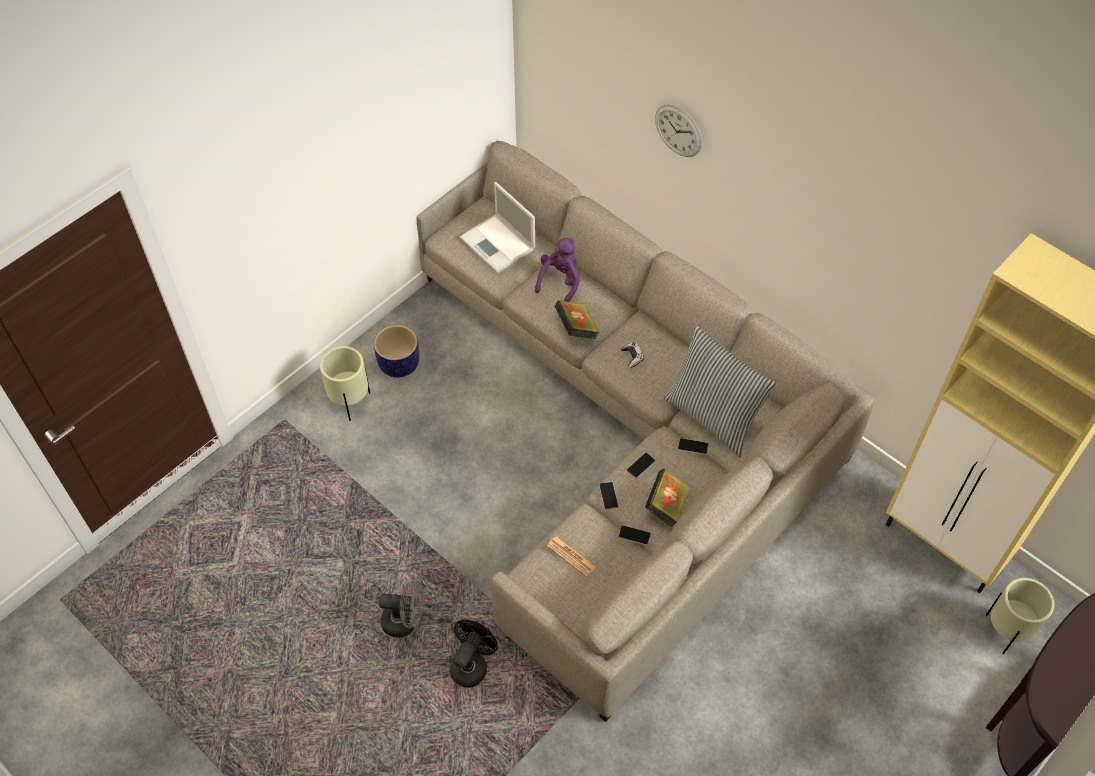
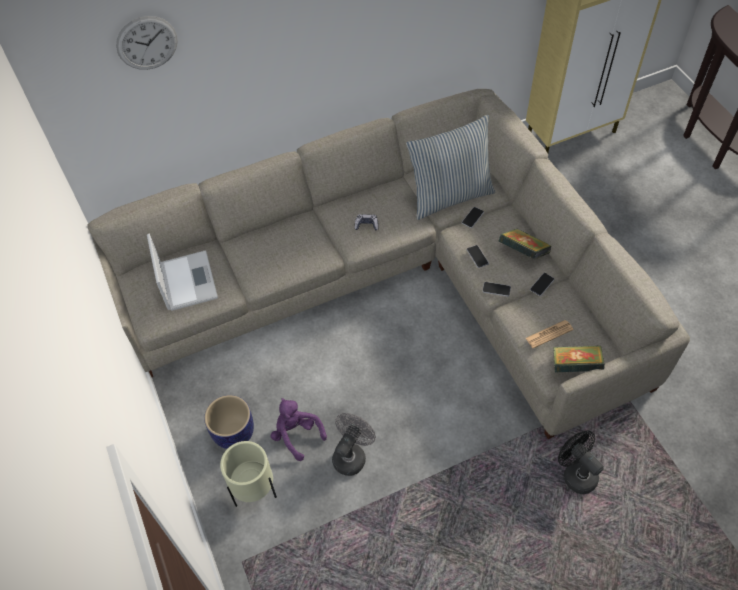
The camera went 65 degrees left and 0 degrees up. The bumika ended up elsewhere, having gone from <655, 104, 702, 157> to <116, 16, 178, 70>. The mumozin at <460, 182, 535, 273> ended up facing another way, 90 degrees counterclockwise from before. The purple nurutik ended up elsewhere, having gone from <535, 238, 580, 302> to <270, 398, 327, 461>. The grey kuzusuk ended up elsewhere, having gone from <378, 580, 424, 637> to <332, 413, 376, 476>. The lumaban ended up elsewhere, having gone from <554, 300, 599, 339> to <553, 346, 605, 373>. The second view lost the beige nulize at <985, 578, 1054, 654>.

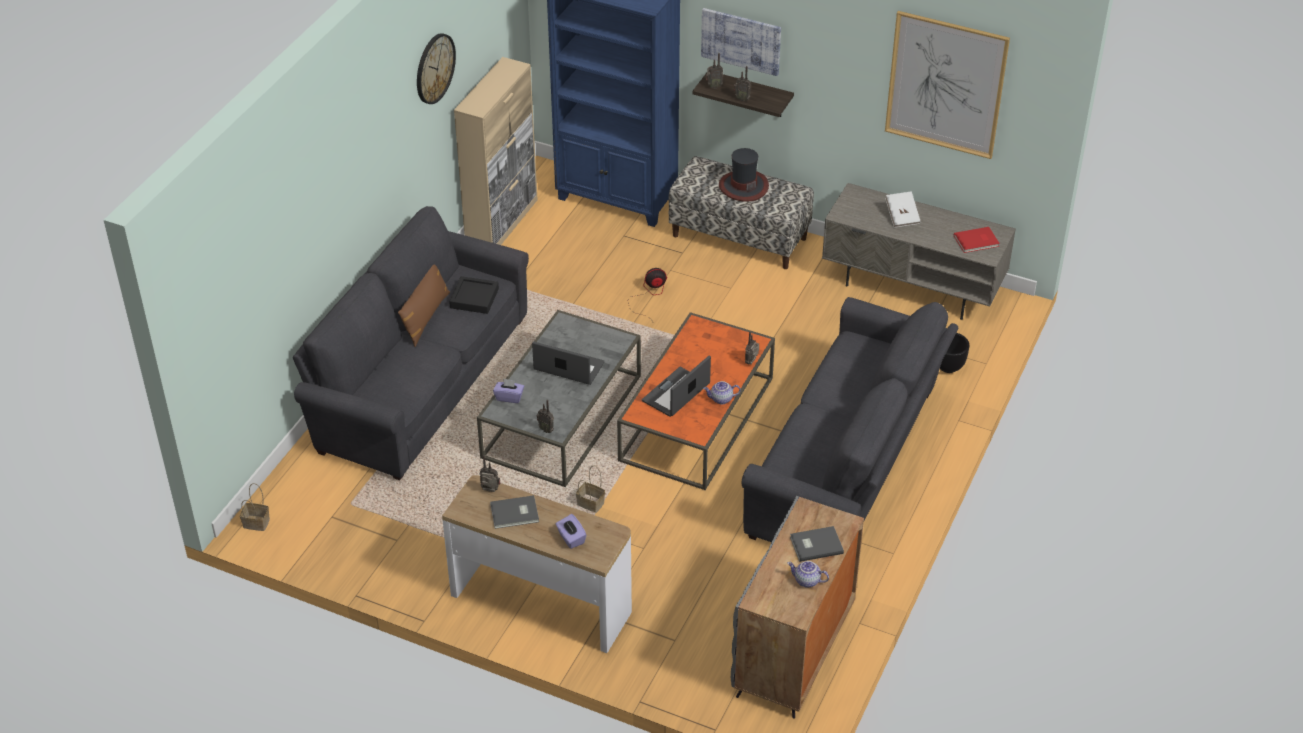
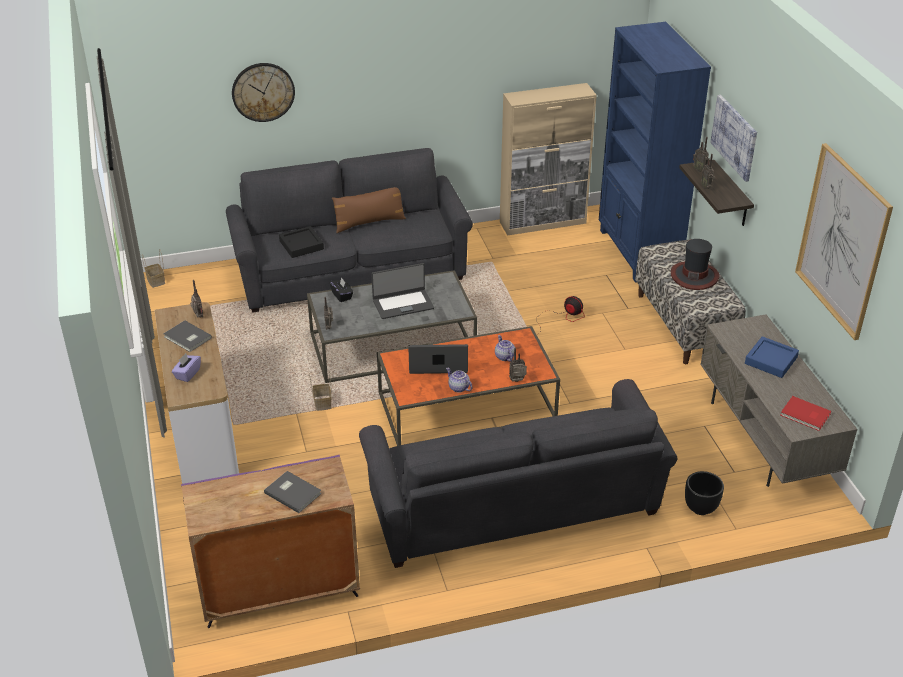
The camera went 50 degrees right and 5 degrees down. What was the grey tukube at <731, 496, 864, 719> turned into the purple tukube at <181, 454, 360, 628>. The bumika ended up elsewhere, having gone from <417, 33, 456, 104> to <232, 63, 295, 122>. The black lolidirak ended up elsewhere, having gone from <449, 276, 499, 314> to <279, 226, 324, 258>. What was the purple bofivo at <493, 378, 524, 403> turned into the black bofivo at <329, 277, 353, 302>. The mumozin at <532, 341, 605, 385> ended up facing another way, 90 degrees clockwise from before. The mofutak ended up elsewhere, having gone from <787, 561, 829, 588> to <495, 335, 515, 362>. Where the white lumaban stood at <885, 192, 921, 228>, the blue lolidirak came to stand at <745, 336, 799, 378>.

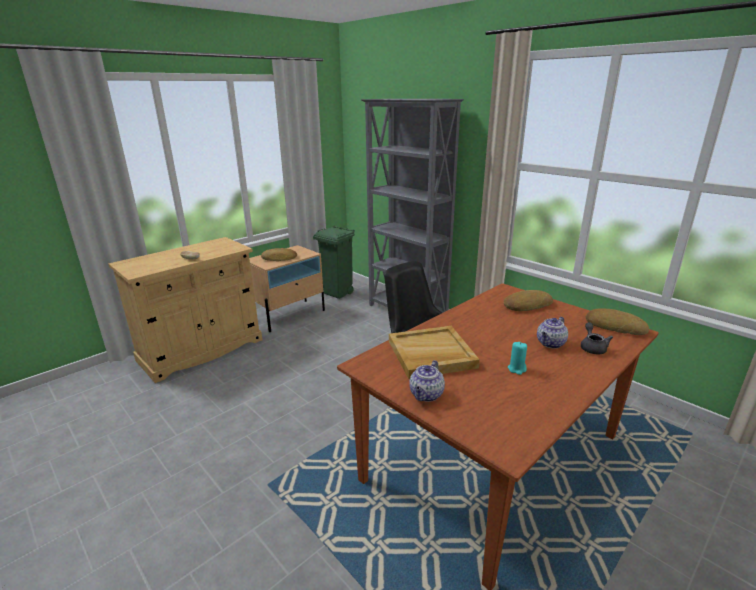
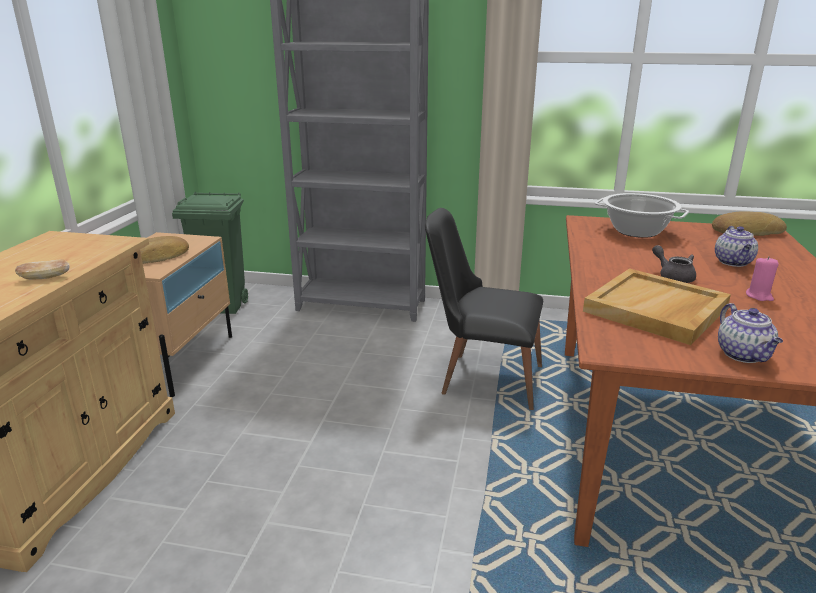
The camera went 35 degrees left and 0 degrees up. Where the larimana stood at <504, 290, 553, 311>, the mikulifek came to stand at <595, 193, 689, 238>. The grey mofutak ended up elsewhere, having gone from <581, 322, 613, 354> to <652, 245, 696, 283>. What was the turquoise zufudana at <508, 342, 527, 375> turned into the pink zufudana at <746, 256, 779, 301>.

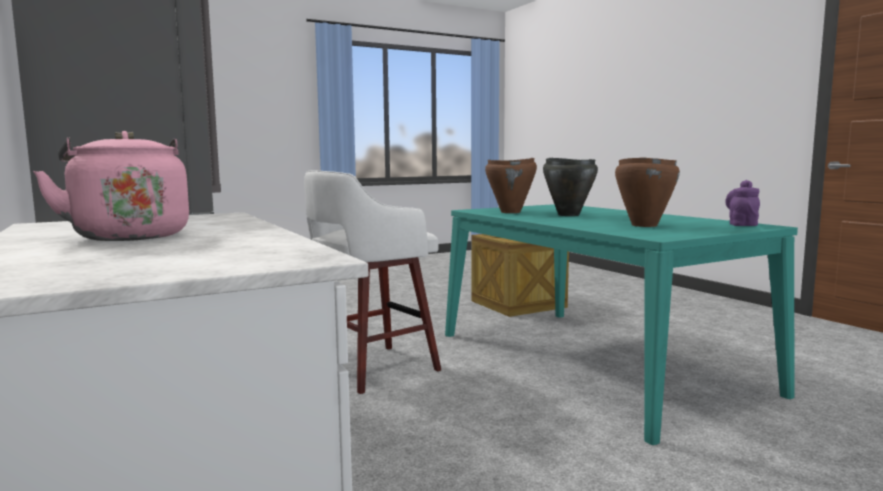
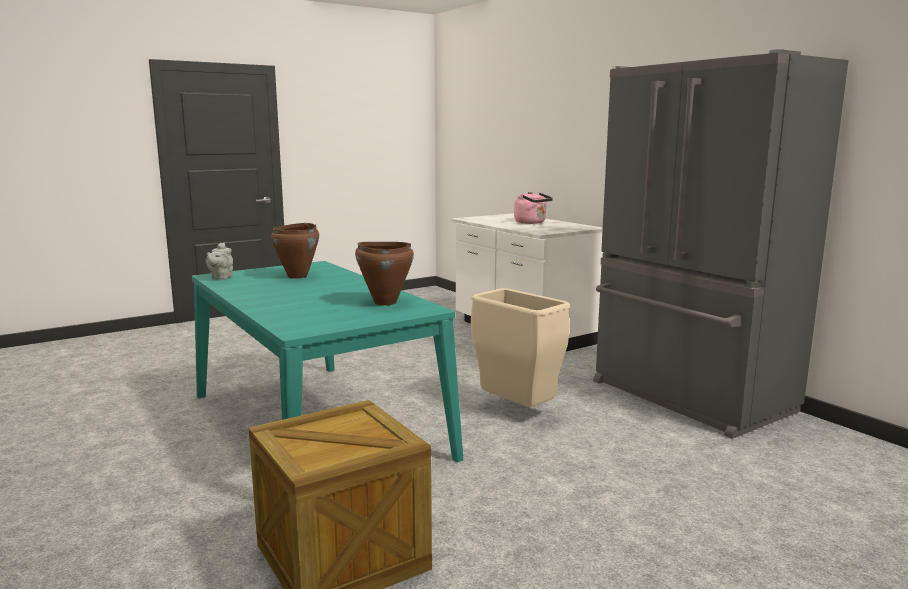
The camera went 175 degrees right and 5 degrees up. What was the purple mofutak at <725, 180, 760, 226> turned into the grey mofutak at <206, 243, 233, 280>. Where the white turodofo stood at <304, 171, 441, 394>, the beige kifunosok came to stand at <471, 288, 570, 407>. The second view lost the black mikulifek at <543, 158, 598, 216>.

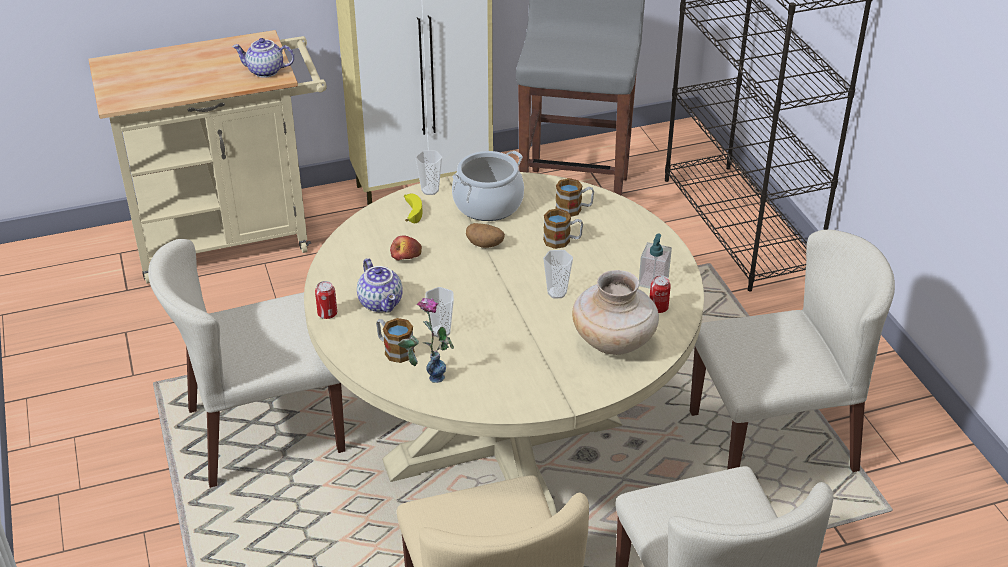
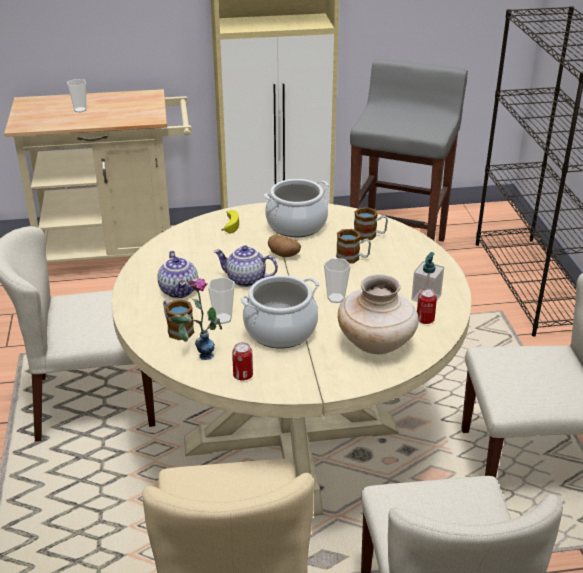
The camera went 10 degrees right and 5 degrees down. The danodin ended up elsewhere, having gone from <415, 150, 442, 195> to <67, 79, 86, 112>. The mofutak ended up elsewhere, having gone from <232, 38, 294, 78> to <214, 246, 278, 287>. The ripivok ended up elsewhere, having gone from <315, 281, 337, 319> to <232, 342, 253, 381>. The second view gained the mikulifek at <241, 275, 319, 349>. The second view lost the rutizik at <390, 235, 422, 261>.

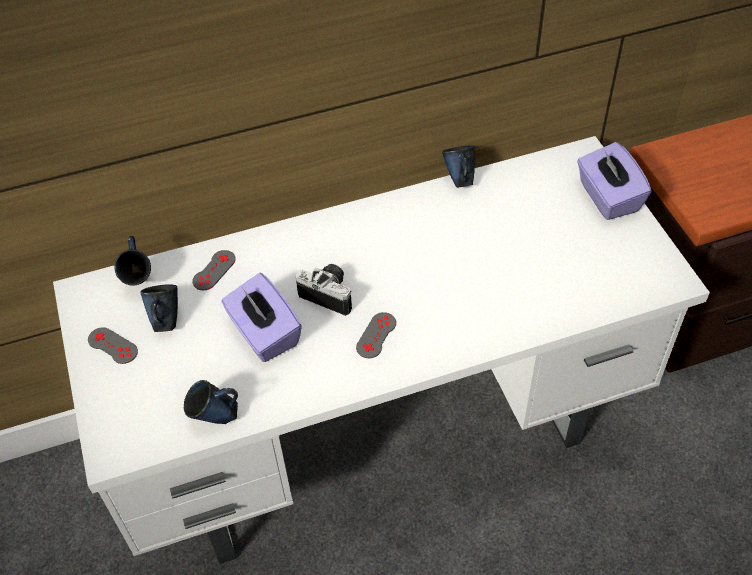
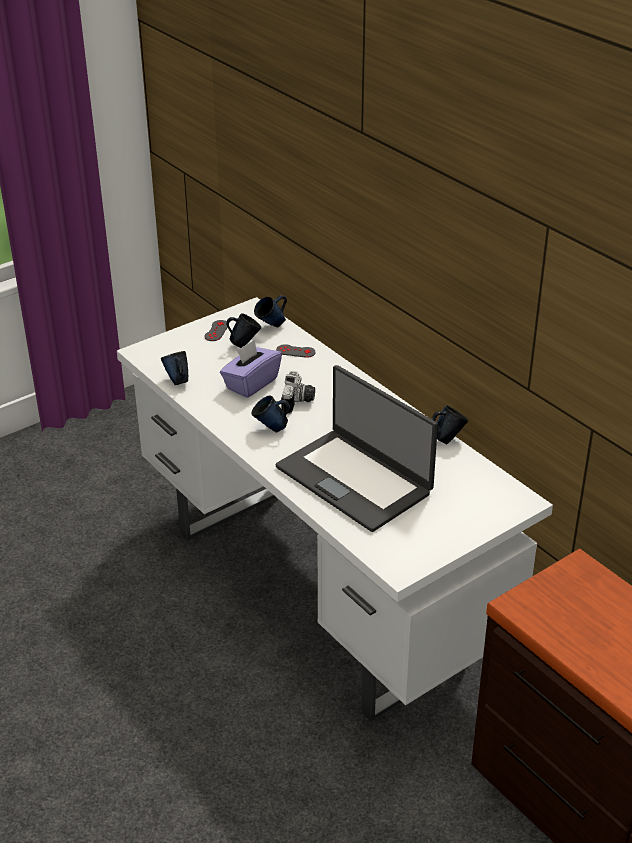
The camera went 70 degrees right and 15 degrees down. Where the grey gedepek stood at <356, 312, 396, 358>, the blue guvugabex came to stand at <252, 395, 290, 433>. The second view gained the mumozin at <276, 365, 438, 532>. The second view lost the purple bofivo at <577, 142, 652, 220>.

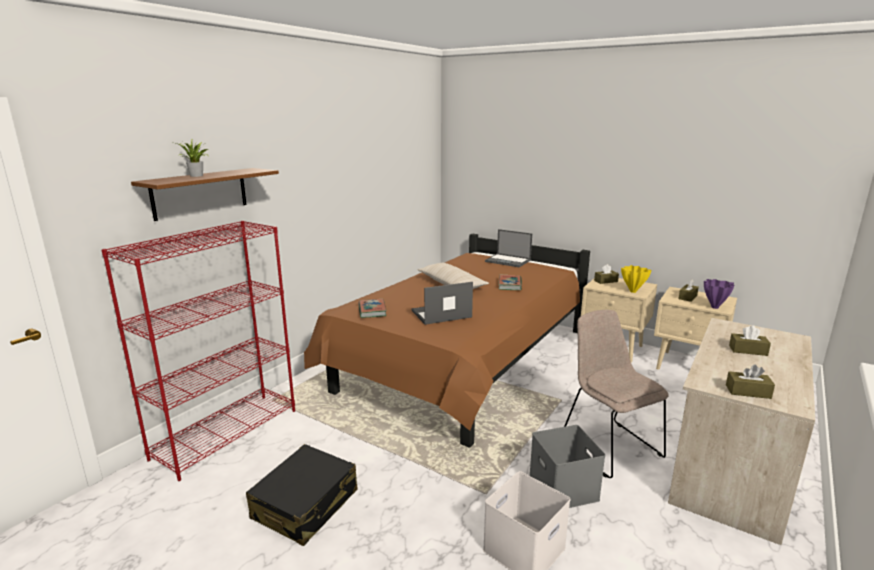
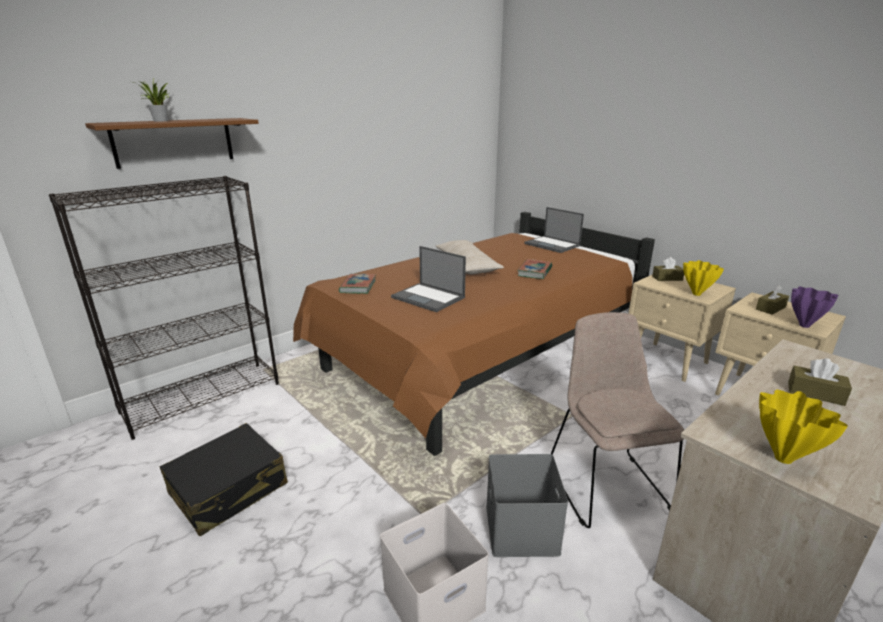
The camera went 15 degrees right and 5 degrees up. What was the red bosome at <102, 221, 295, 481> turned into the black bosome at <49, 176, 279, 440>. The mumozin at <411, 282, 473, 325> ended up facing another way, 135 degrees counterclockwise from before. Where the brown bofivo stood at <726, 364, 775, 399>, the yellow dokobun came to stand at <759, 390, 848, 464>.

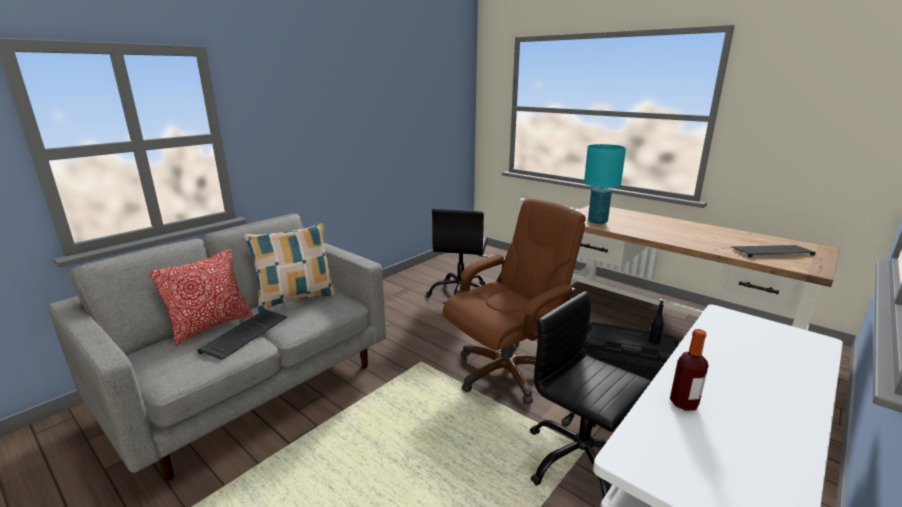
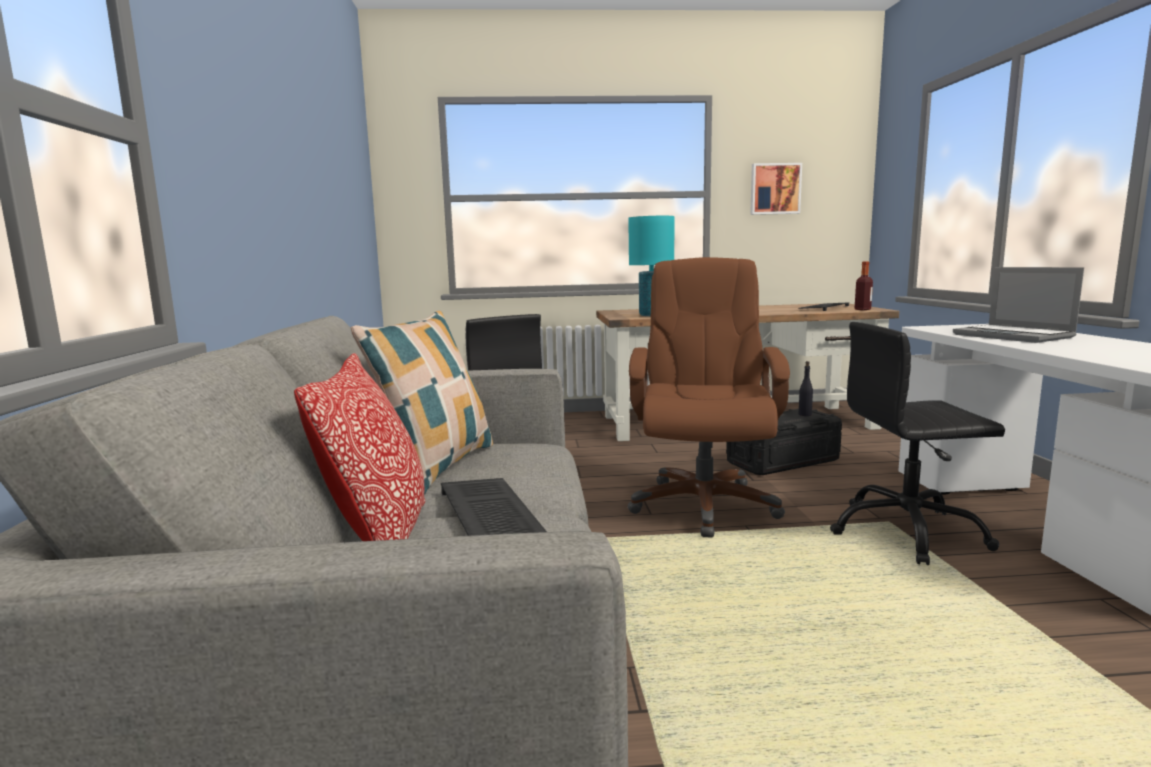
The camera went 45 degrees left and 10 degrees down. The second view gained the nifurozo at <750, 163, 802, 215>. The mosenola ended up elsewhere, having gone from <670, 329, 709, 411> to <855, 261, 873, 310>. The second view gained the mumozin at <953, 267, 1084, 343>.

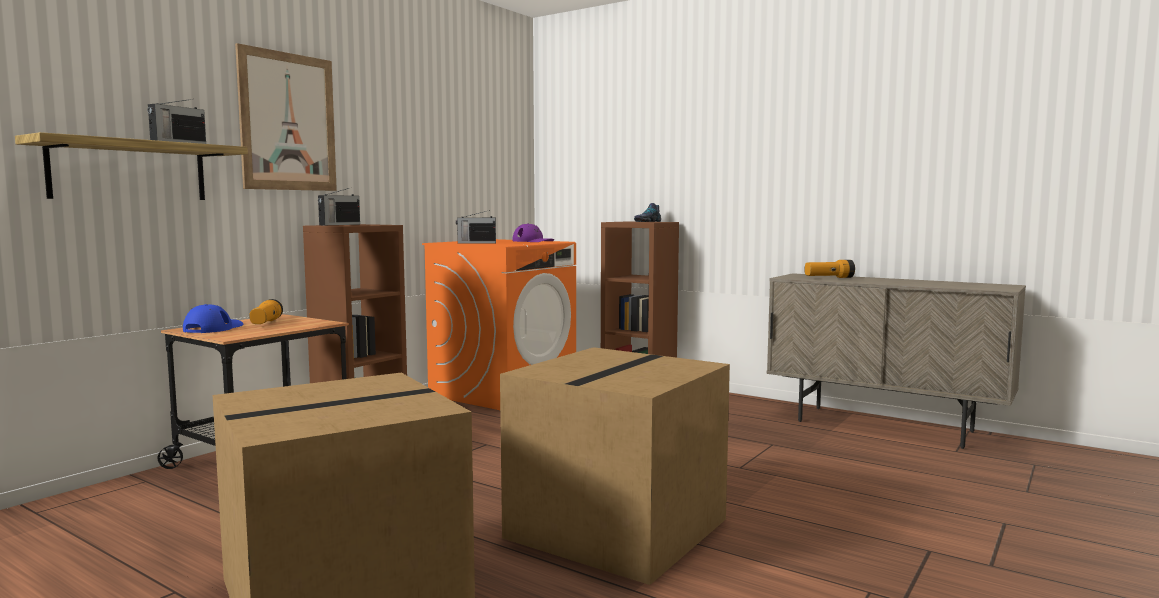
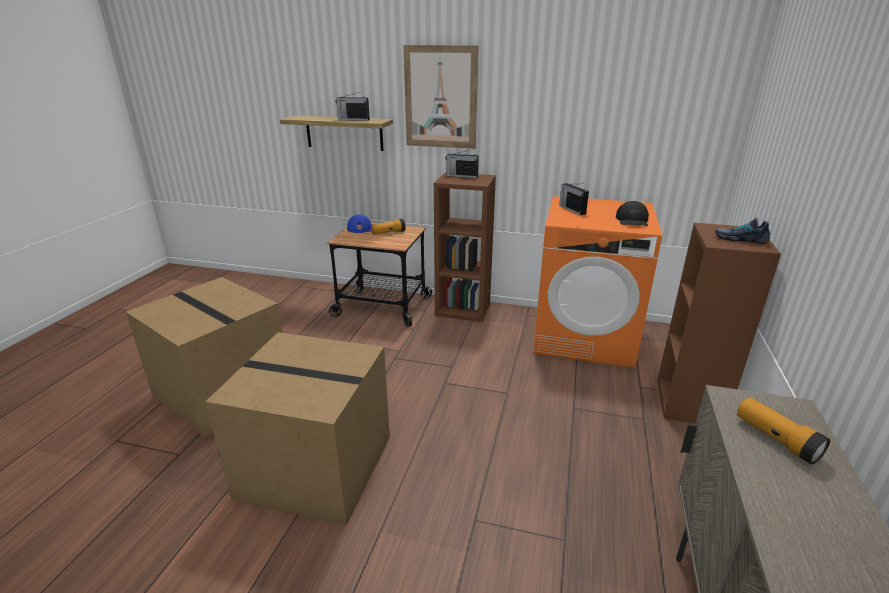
The camera went 70 degrees right and 20 degrees up. What was the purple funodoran at <513, 223, 554, 242> turned into the black funodoran at <616, 201, 649, 226>.

